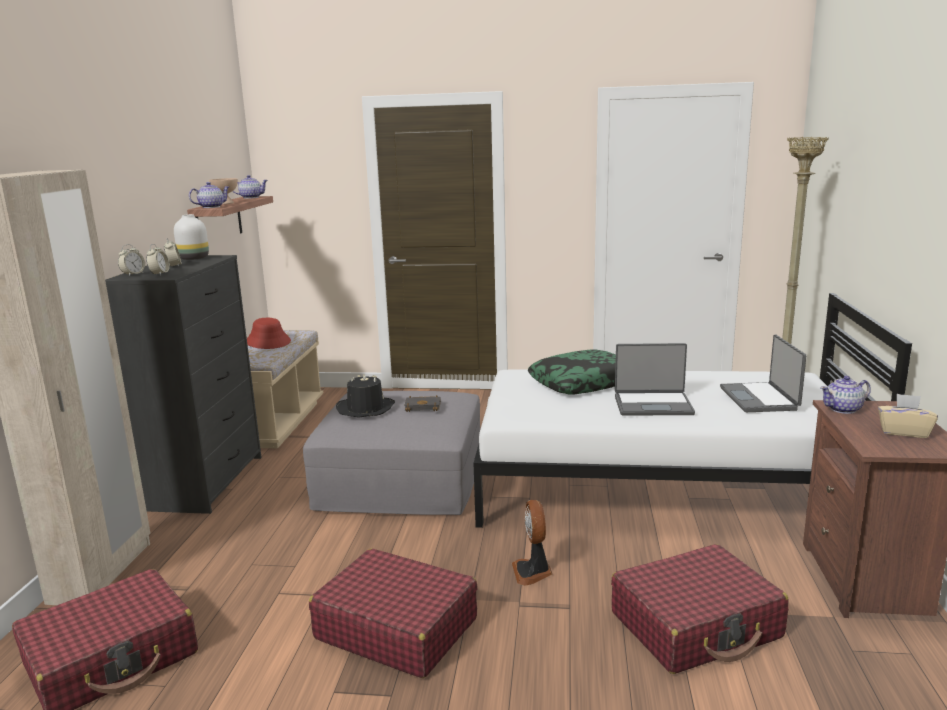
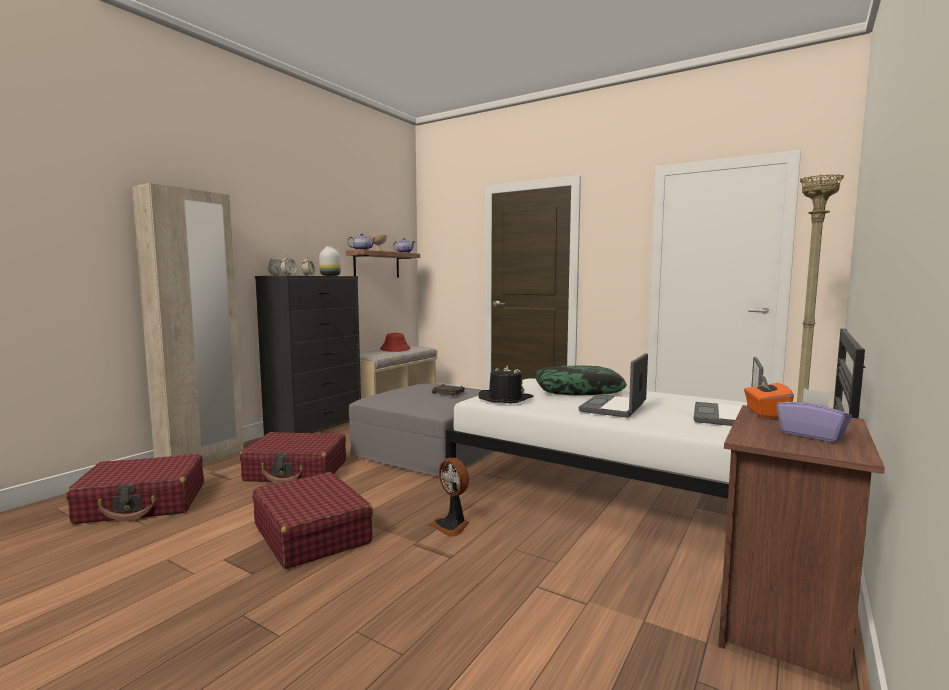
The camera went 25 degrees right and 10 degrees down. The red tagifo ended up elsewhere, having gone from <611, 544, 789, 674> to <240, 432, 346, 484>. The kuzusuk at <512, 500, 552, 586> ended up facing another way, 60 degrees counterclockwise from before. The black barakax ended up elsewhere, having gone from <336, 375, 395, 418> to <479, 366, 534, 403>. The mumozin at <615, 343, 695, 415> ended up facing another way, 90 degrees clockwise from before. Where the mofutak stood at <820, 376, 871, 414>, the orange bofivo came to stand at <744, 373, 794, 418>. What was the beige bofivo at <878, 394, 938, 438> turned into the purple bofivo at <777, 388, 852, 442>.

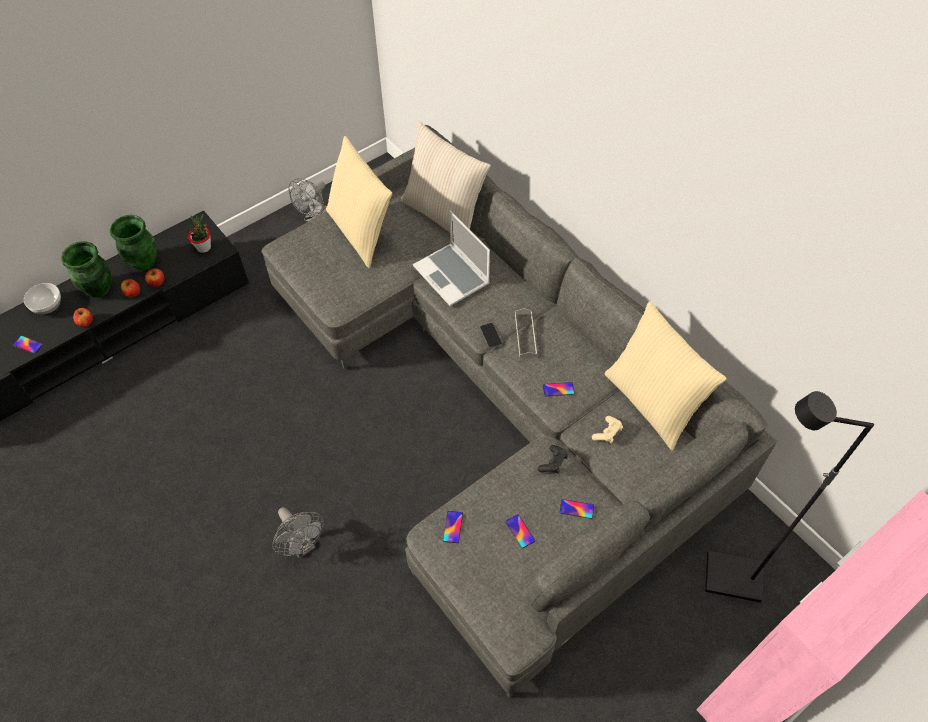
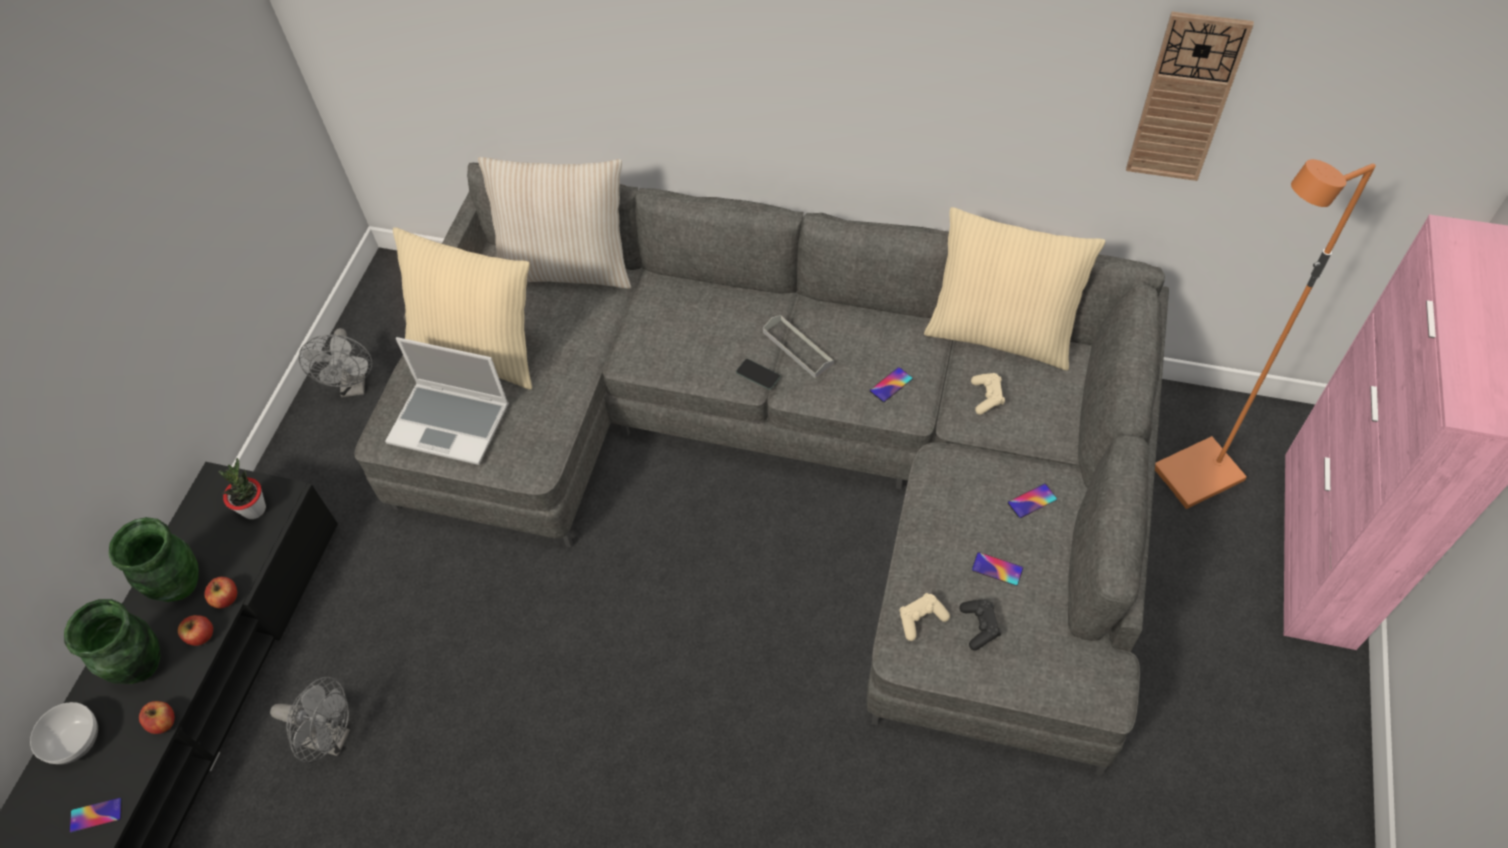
The camera went 35 degrees left and 0 degrees up. The grey kuzusuk ended up elsewhere, having gone from <272, 507, 324, 558> to <270, 677, 350, 763>. The mumozin ended up elsewhere, having gone from <413, 211, 490, 306> to <385, 337, 509, 465>. Where the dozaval stood at <443, 511, 463, 543>, the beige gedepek came to stand at <900, 593, 950, 641>. The black gedepek ended up elsewhere, having gone from <538, 445, 568, 474> to <959, 600, 1001, 650>. The second view gained the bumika at <1126, 12, 1254, 181>. What was the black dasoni at <705, 391, 874, 603> turned into the orange dasoni at <1155, 159, 1375, 509>.

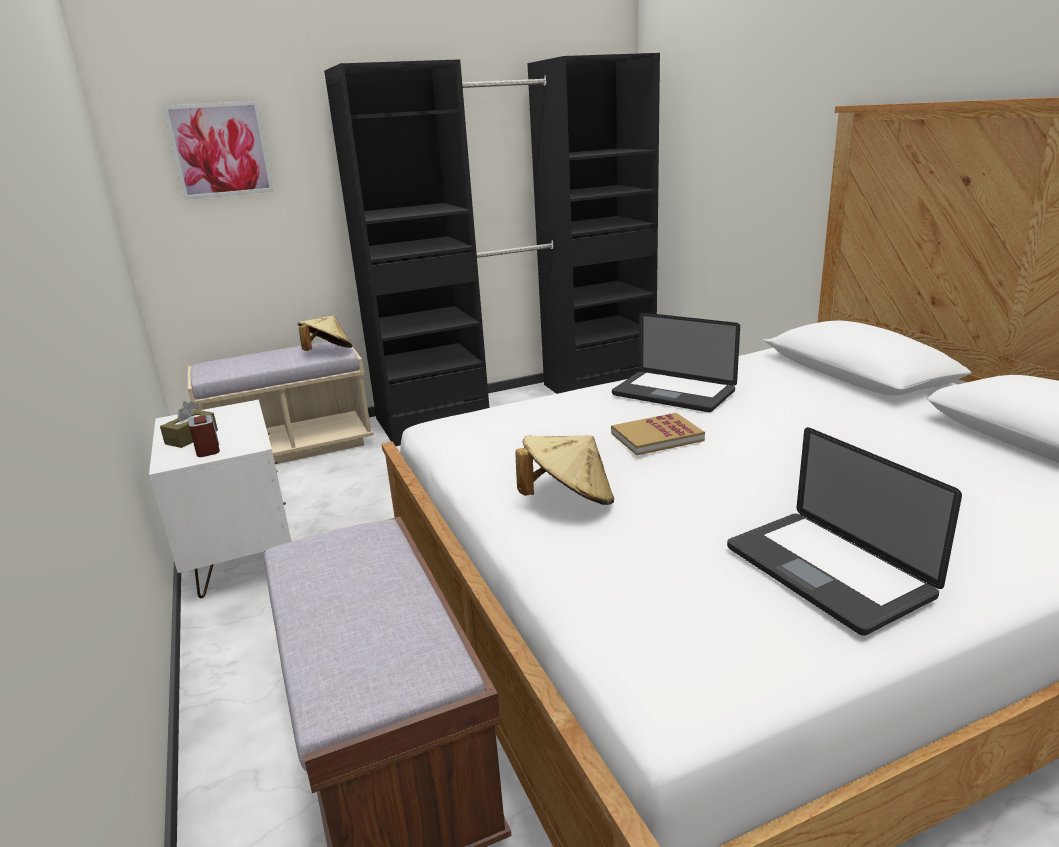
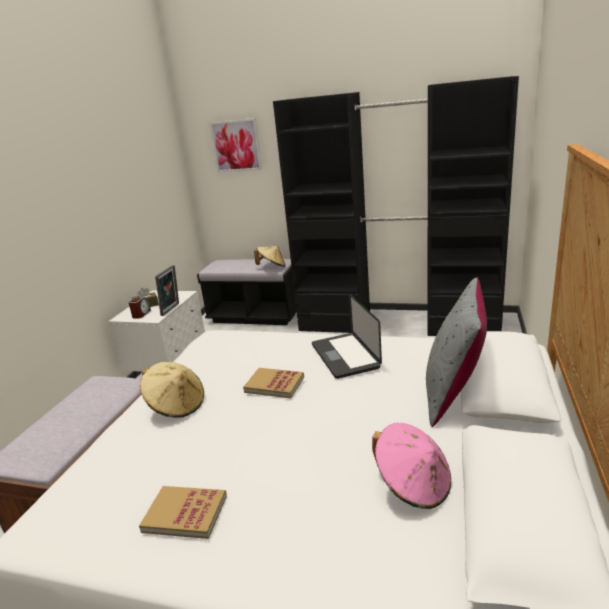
The camera went 40 degrees right and 0 degrees up. Where the mumozin stood at <727, 427, 962, 636>, the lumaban came to stand at <139, 486, 227, 539>. The second view gained the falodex at <155, 265, 179, 316>. What was the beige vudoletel at <188, 341, 374, 464> turned into the black vudoletel at <197, 259, 297, 325>. The second view gained the pink barakax at <372, 423, 451, 509>. The second view gained the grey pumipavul at <426, 277, 487, 427>.

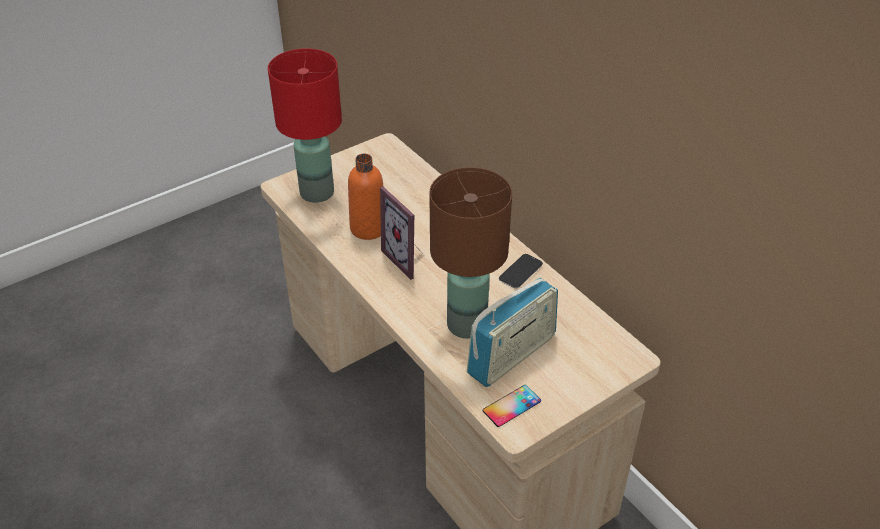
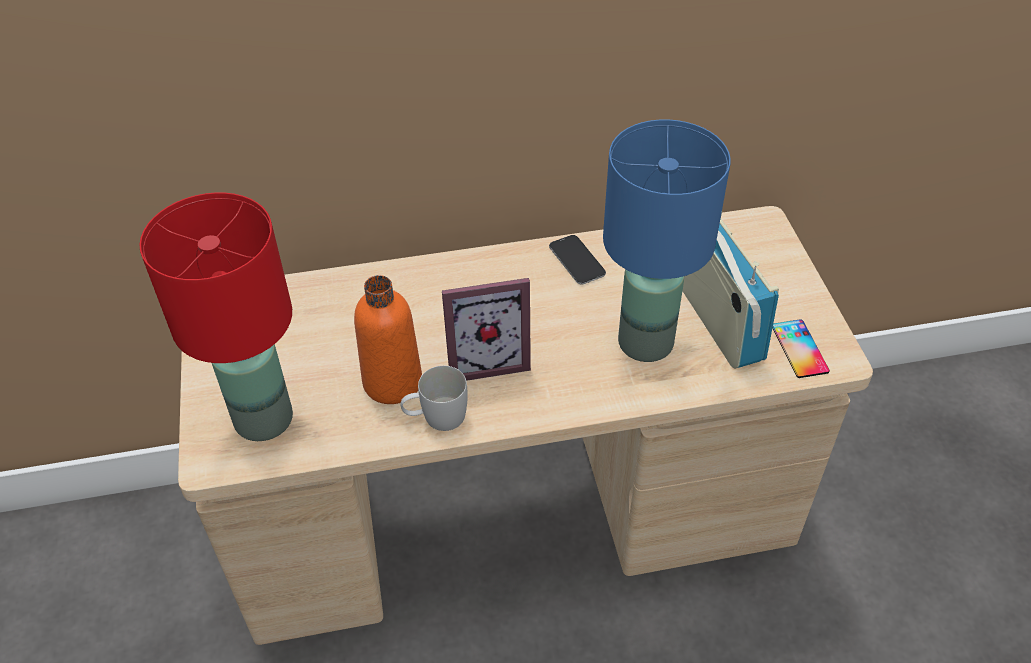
The camera went 65 degrees left and 5 degrees up. The second view gained the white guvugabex at <401, 366, 468, 431>. What was the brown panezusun at <430, 167, 512, 339> turned into the blue panezusun at <603, 120, 731, 362>.

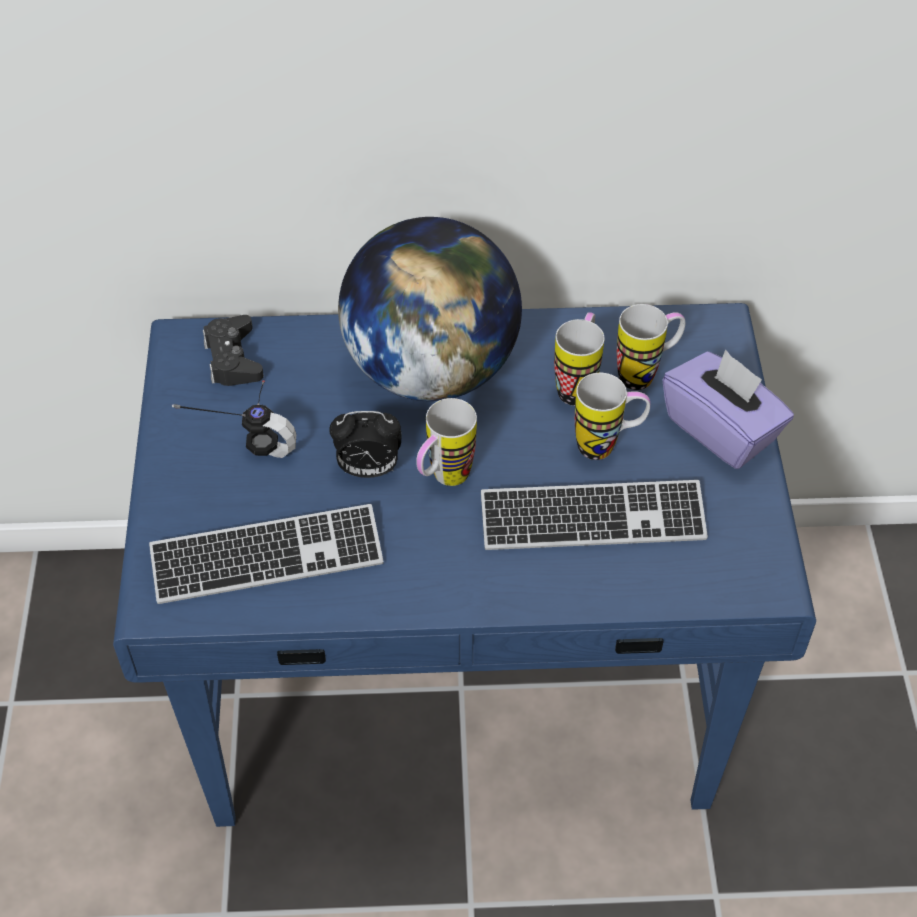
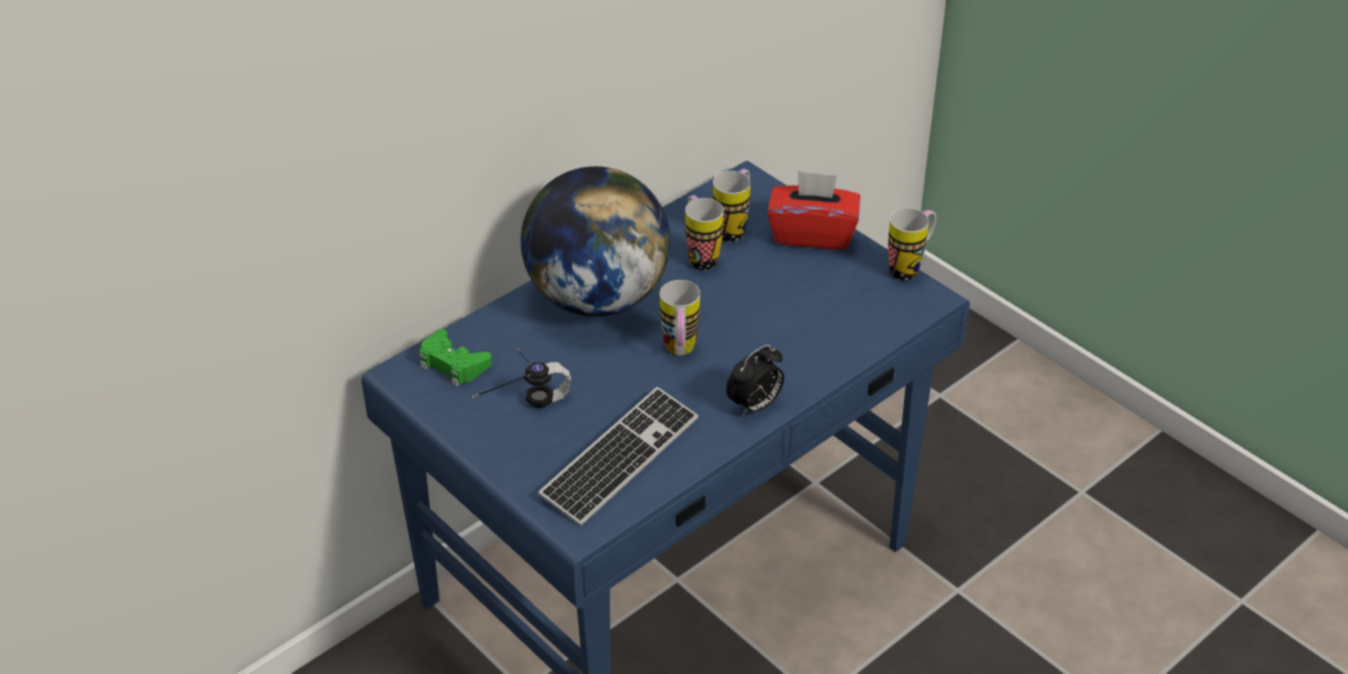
The camera went 40 degrees left and 10 degrees down. What was the black gedepek at <203, 315, 264, 386> turned into the green gedepek at <419, 329, 492, 386>. The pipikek ended up elsewhere, having gone from <329, 411, 401, 478> to <726, 344, 784, 416>. What was the purple bofivo at <662, 349, 794, 469> turned into the red bofivo at <767, 171, 860, 250>. The guvugabex ended up elsewhere, having gone from <575, 373, 650, 460> to <888, 208, 936, 281>. The second view lost the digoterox at <481, 480, 708, 550>.

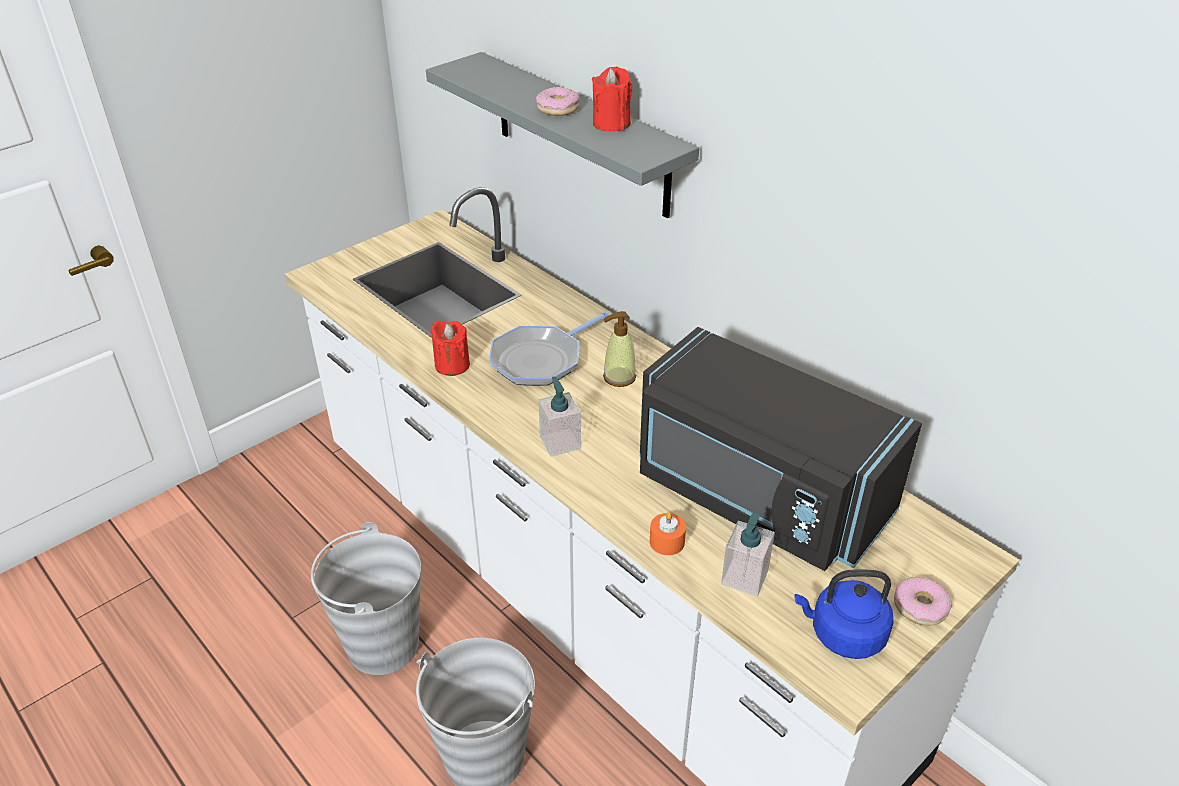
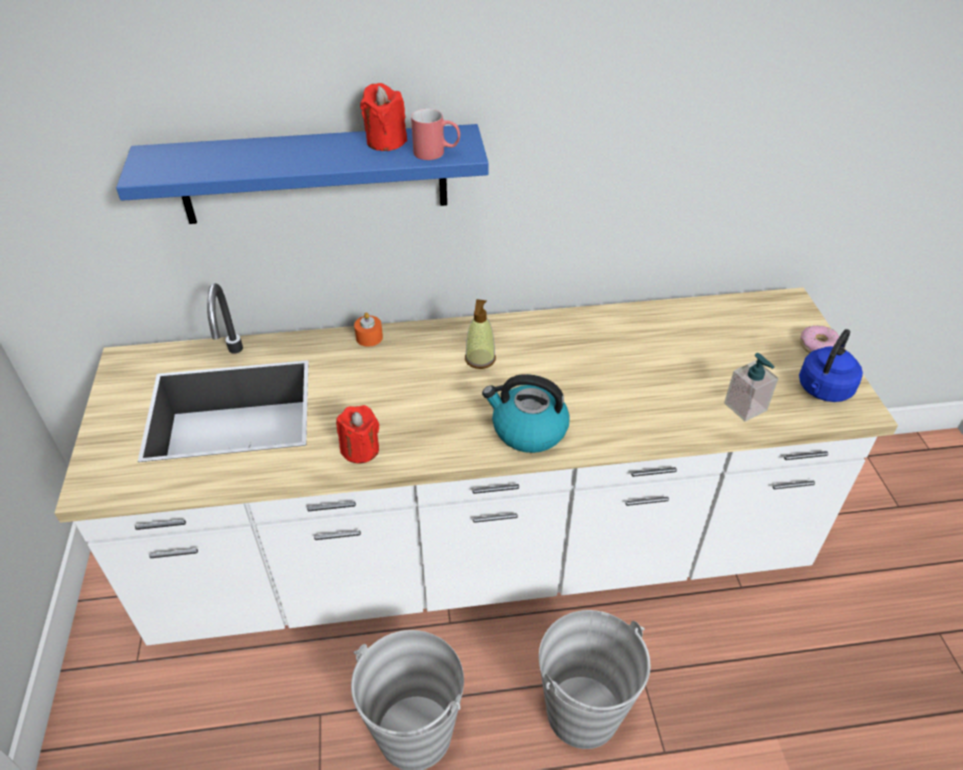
The camera went 55 degrees left and 5 degrees up. What was the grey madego at <426, 52, 699, 218> turned into the blue madego at <116, 124, 489, 224>. The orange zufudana ended up elsewhere, having gone from <650, 512, 686, 555> to <354, 312, 383, 347>. The second view gained the red guvugabex at <411, 109, 460, 160>. Where the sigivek stood at <538, 376, 581, 457>, the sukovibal came to stand at <482, 374, 570, 453>. The second view lost the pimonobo at <489, 312, 609, 386>. The second view lost the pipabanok at <536, 87, 580, 116>. The second view lost the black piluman at <639, 327, 922, 571>.

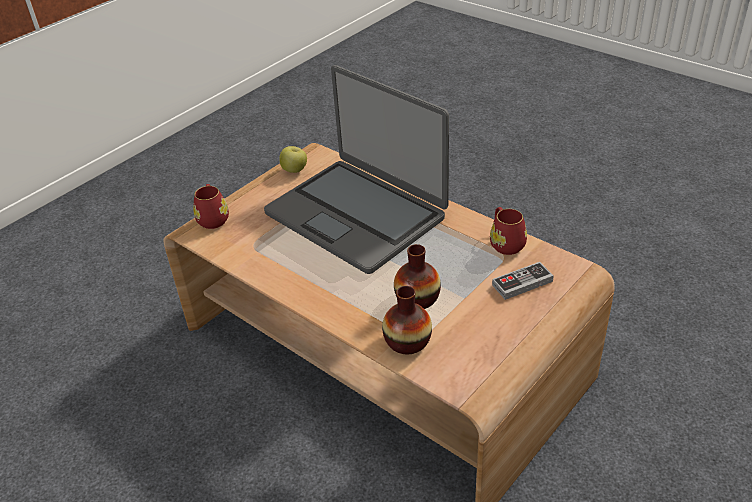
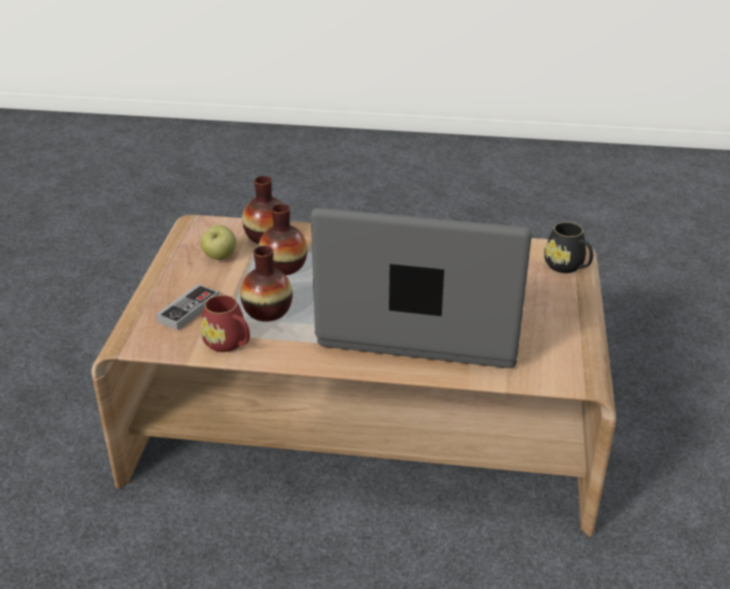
The camera went 145 degrees right and 5 degrees down. The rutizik ended up elsewhere, having gone from <279, 146, 307, 173> to <201, 225, 237, 260>. The second view gained the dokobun at <240, 246, 293, 322>. What was the red guvugabex at <193, 184, 229, 229> turned into the black guvugabex at <544, 222, 593, 273>.

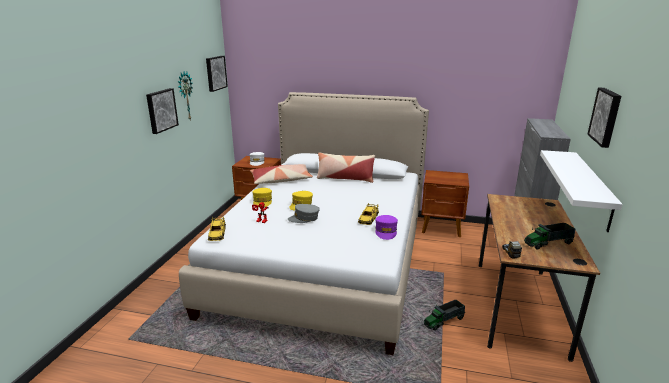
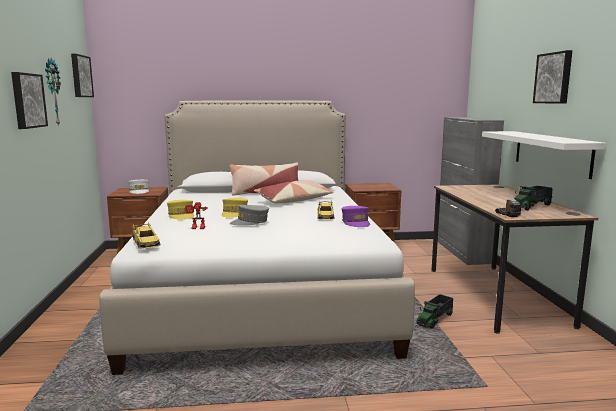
The camera went 20 degrees left and 10 degrees down. The pumipavul ended up elsewhere, having gone from <250, 164, 313, 184> to <254, 181, 334, 204>.

